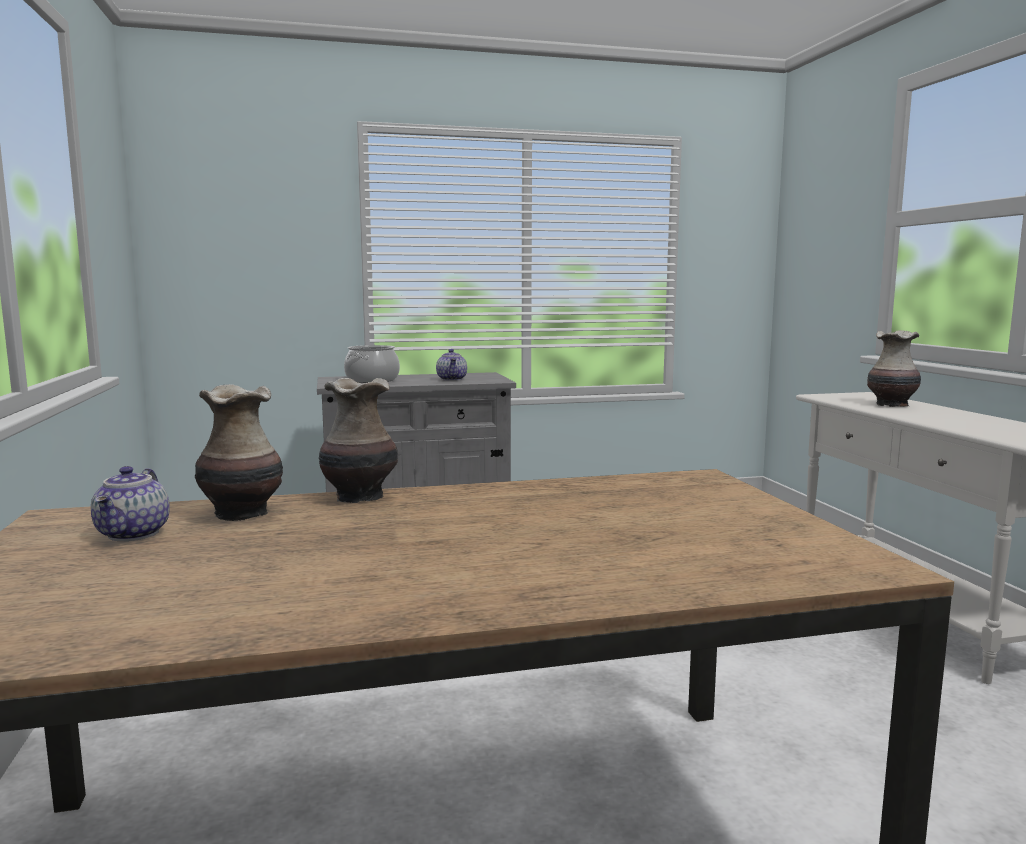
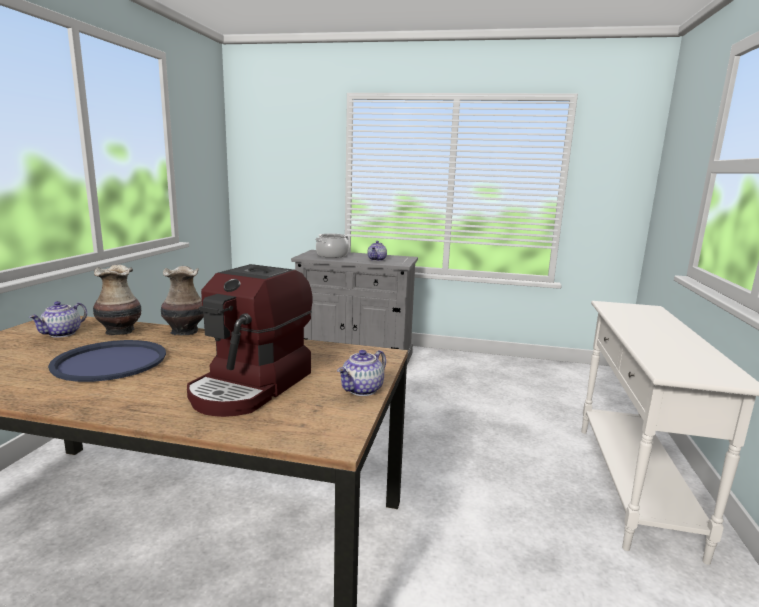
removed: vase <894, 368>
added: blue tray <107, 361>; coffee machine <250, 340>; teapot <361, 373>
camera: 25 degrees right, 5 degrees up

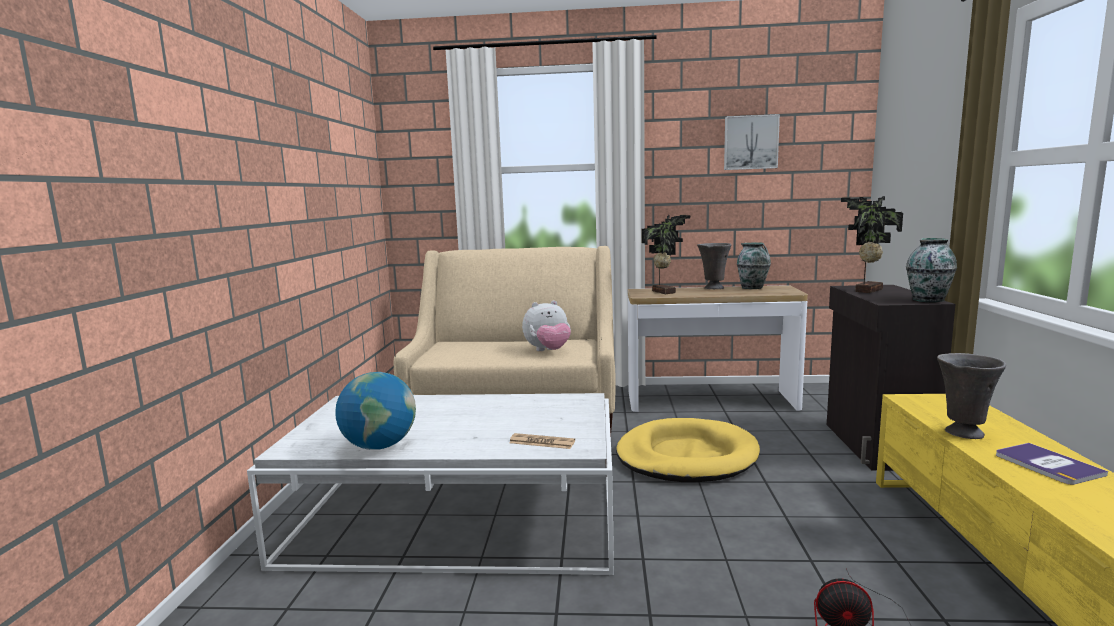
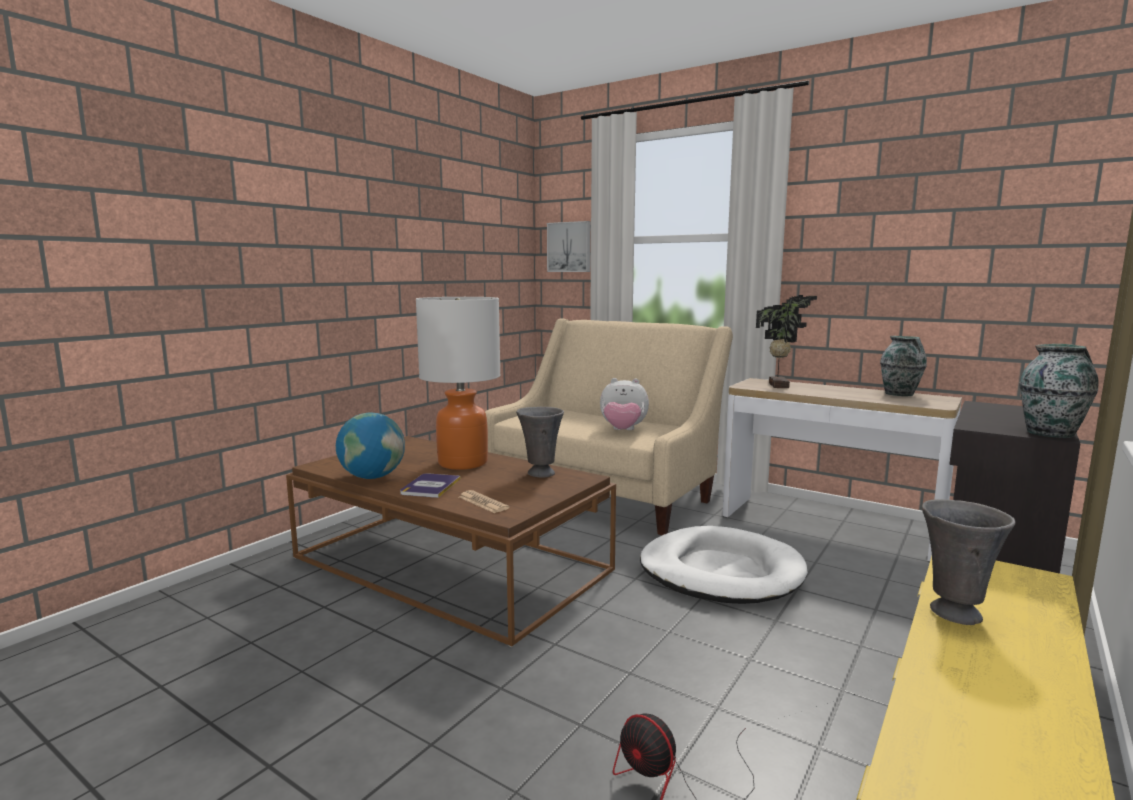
removed: potted plant <872, 244>
added: table lamp <458, 383>
moved: book <1052, 464> to <430, 485>; grey vase <714, 266> to <540, 442>; picture <752, 142> to <569, 246>
recoloured: white coffee table <430, 484> to brown coffee table <451, 541>; yellow dog bed <688, 450> to white dog bed <724, 565>
camera: 30 degrees right, 0 degrees up

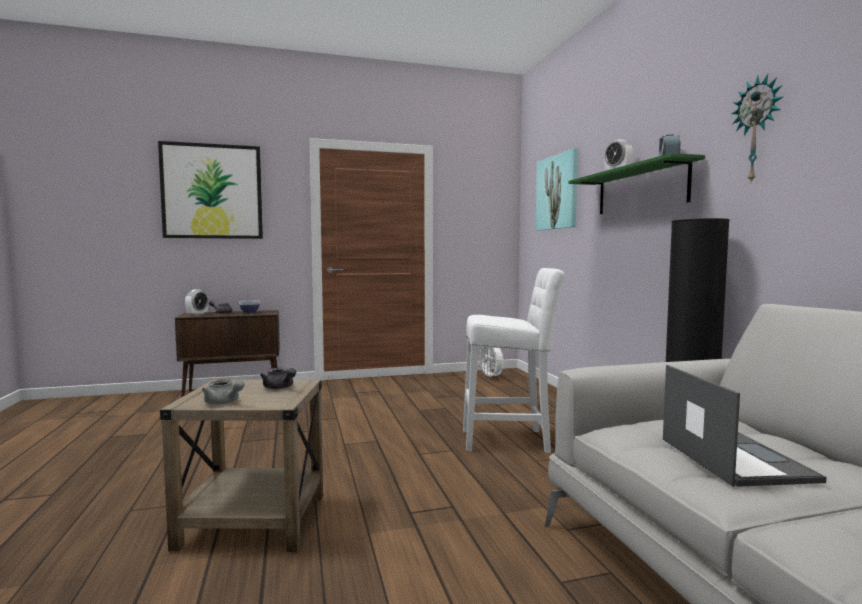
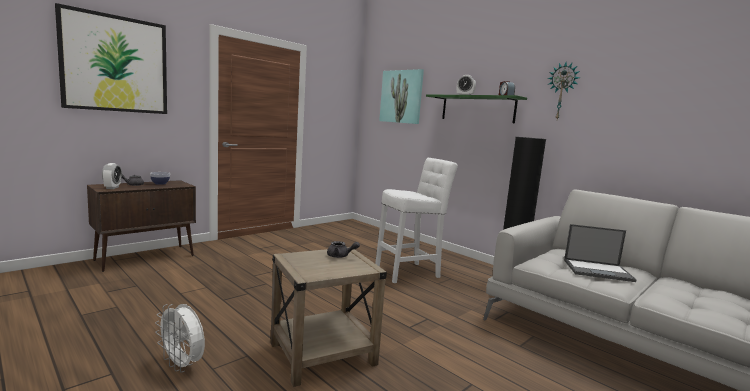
removed: grey teapot <223, 392>
moved: white fan <491, 362> to <180, 338>
turned: laptop <745, 426> = <600, 253> 135 degrees clockwise
camera: 30 degrees left, 5 degrees up

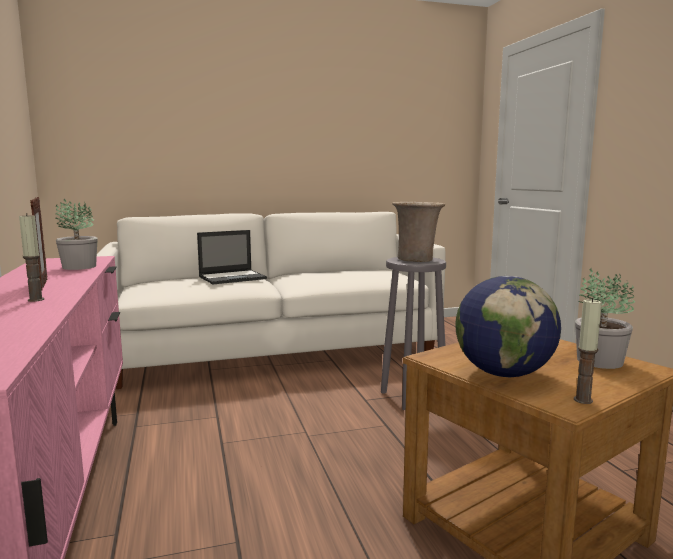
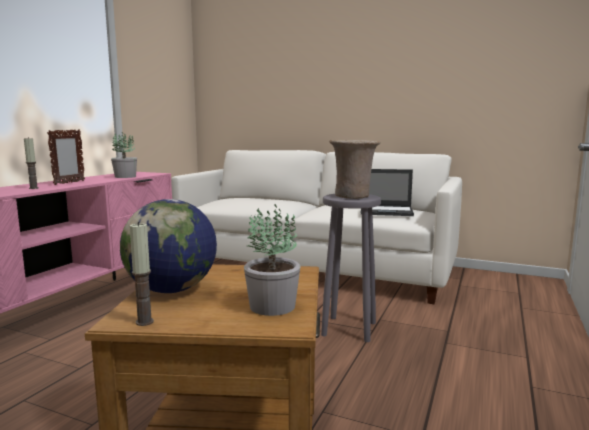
moved: laptop <232, 257> to <387, 192>
camera: 40 degrees right, 0 degrees up

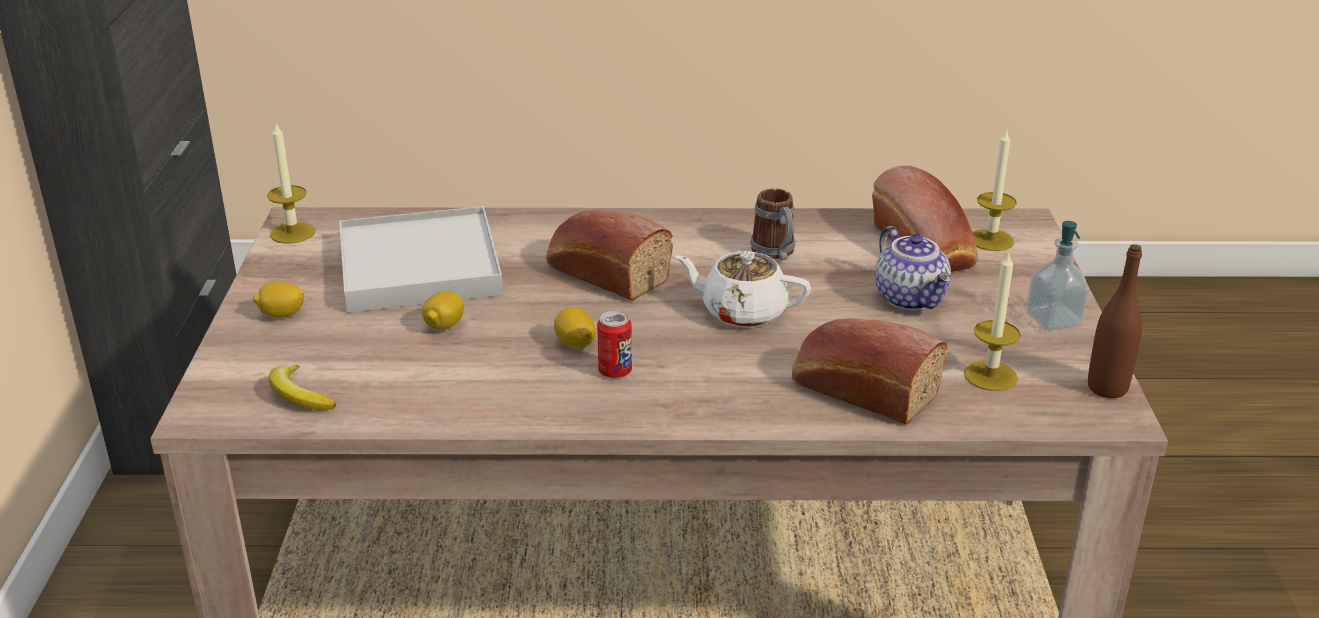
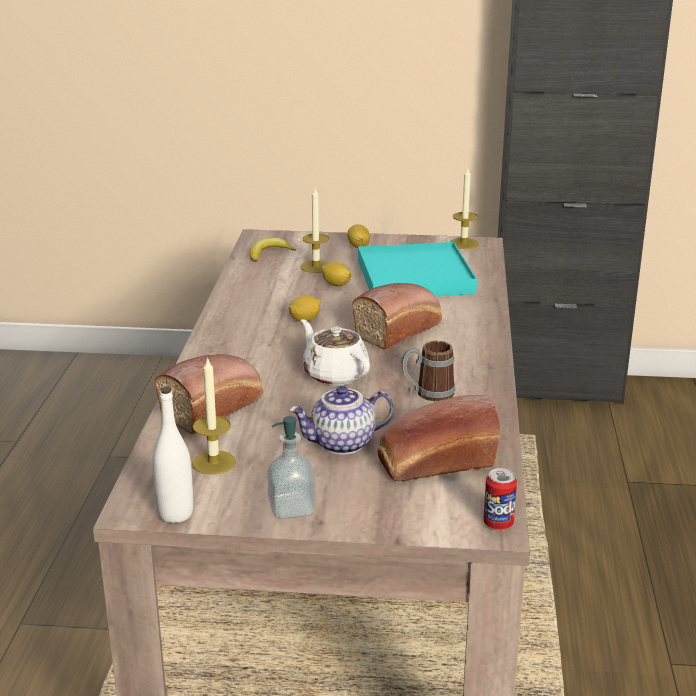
moved: candle <995, 190> to <315, 230>; can <614, 344> to <500, 499>
recoloured: brown bottle <1115, 321> to white bottle <172, 455>; white tray <421, 259> to turquoise tray <417, 269>
turned: white teapot <743, 289> = <335, 352> 60 degrees counterclockwise
camera: 95 degrees right, 5 degrees down

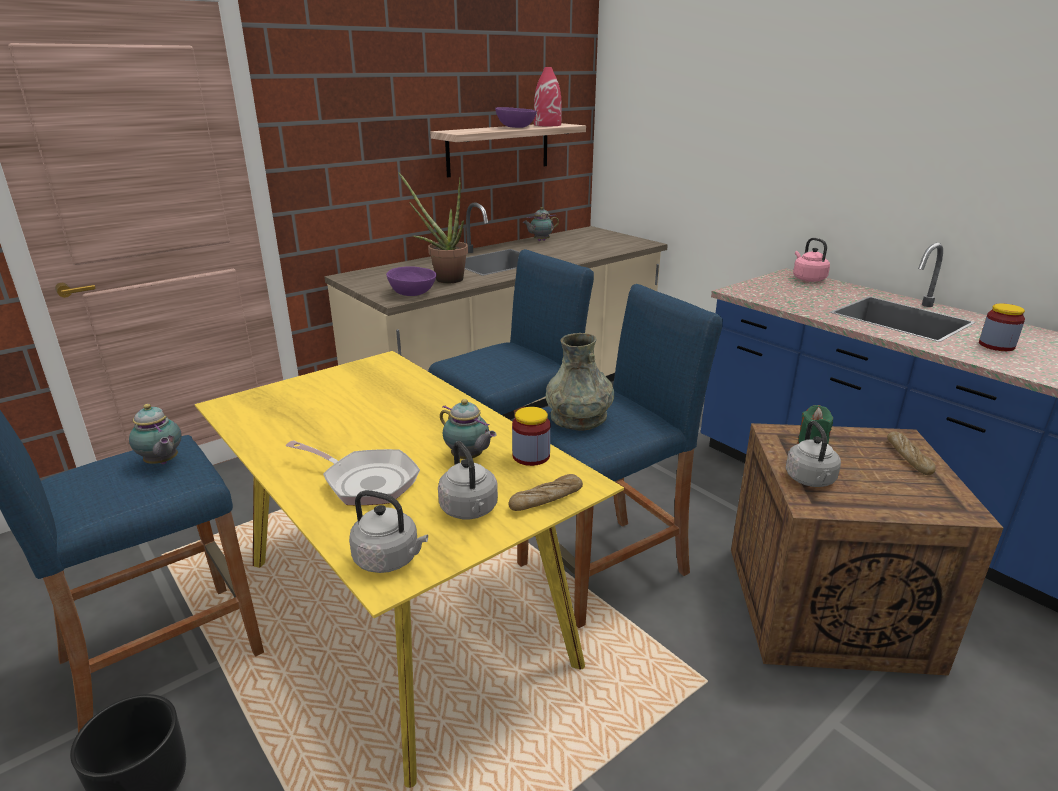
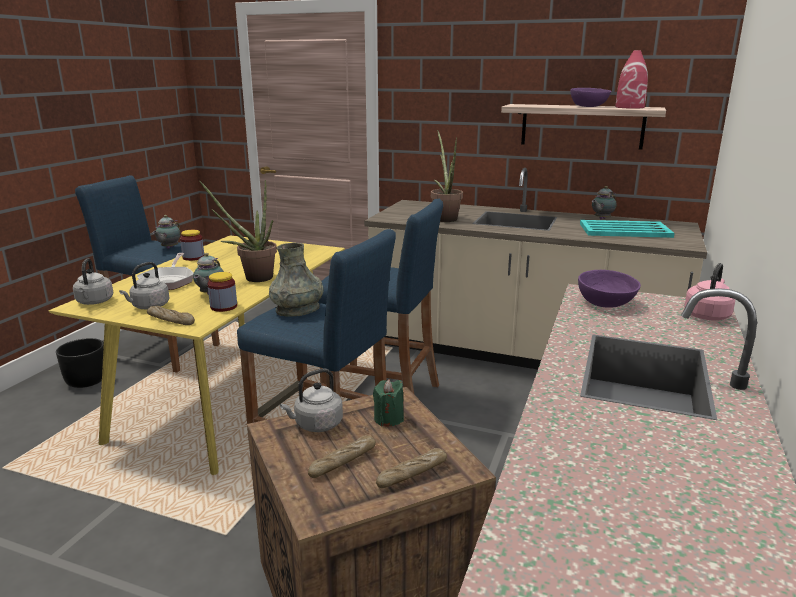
added: potted plant <238, 231>; bread <342, 456>; turquoise tray <627, 229>
moved: jar <1002, 327> to <192, 245>; purple bowl <411, 281> to <609, 289>
turned: teapot <541, 224> = <604, 202> 75 degrees counterclockwise
camera: 60 degrees right, 5 degrees down

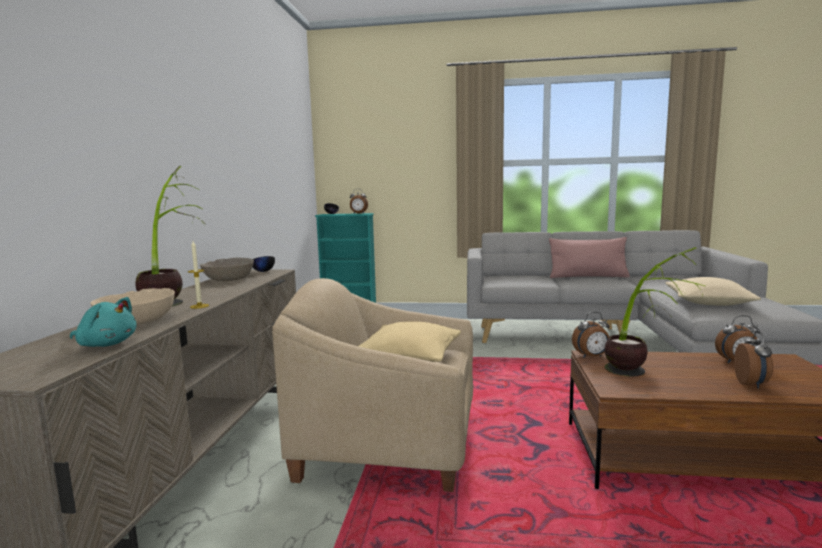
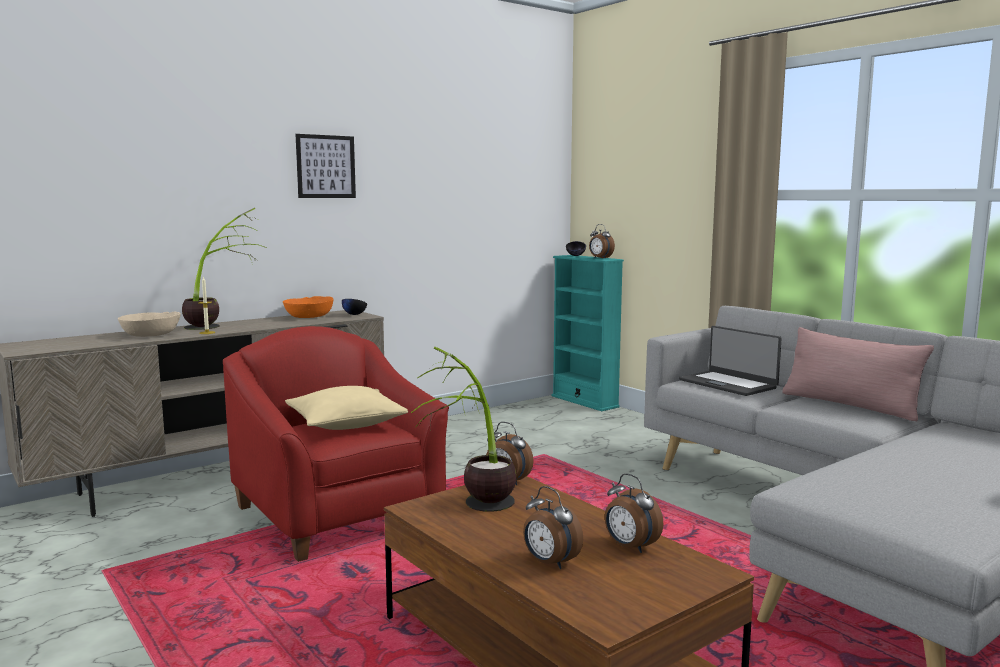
removed: turquoise plush toy <103, 322>; beige pillow <713, 291>
added: picture <325, 166>; laptop <730, 361>
recoloured: beige armchair <372, 385> to red armchair <336, 444>; grey bowl <227, 269> to orange bowl <308, 307>
turned: alarm clock <753, 359> = <553, 527> 75 degrees clockwise
camera: 45 degrees right, 0 degrees up

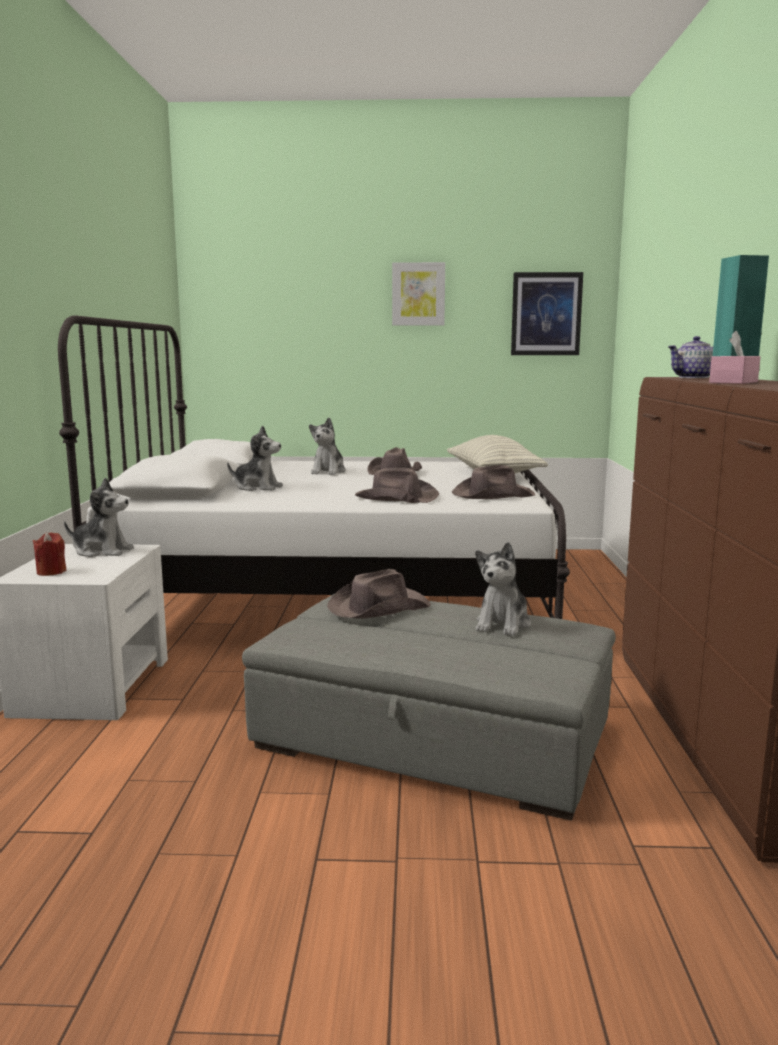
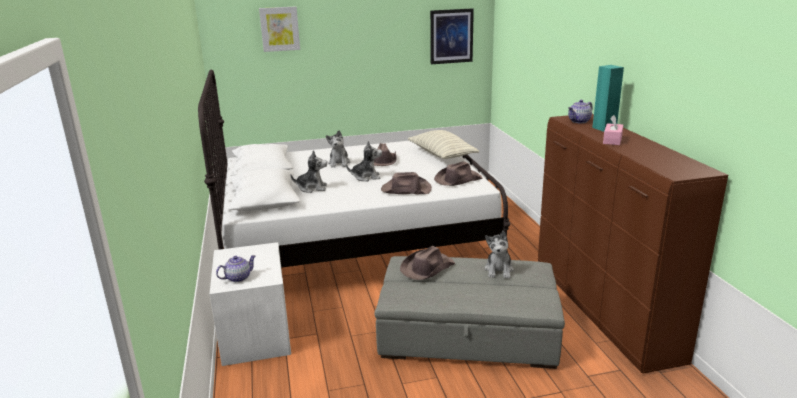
moved: picture <418, 294> to <279, 29>; plush toy <99, 517> to <364, 160>
replaced: red candle <49, 554> to teapot <236, 268>
camera: 15 degrees left, 10 degrees up

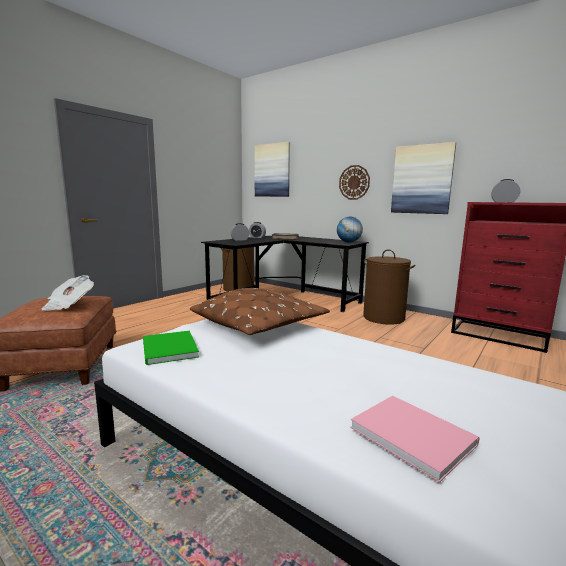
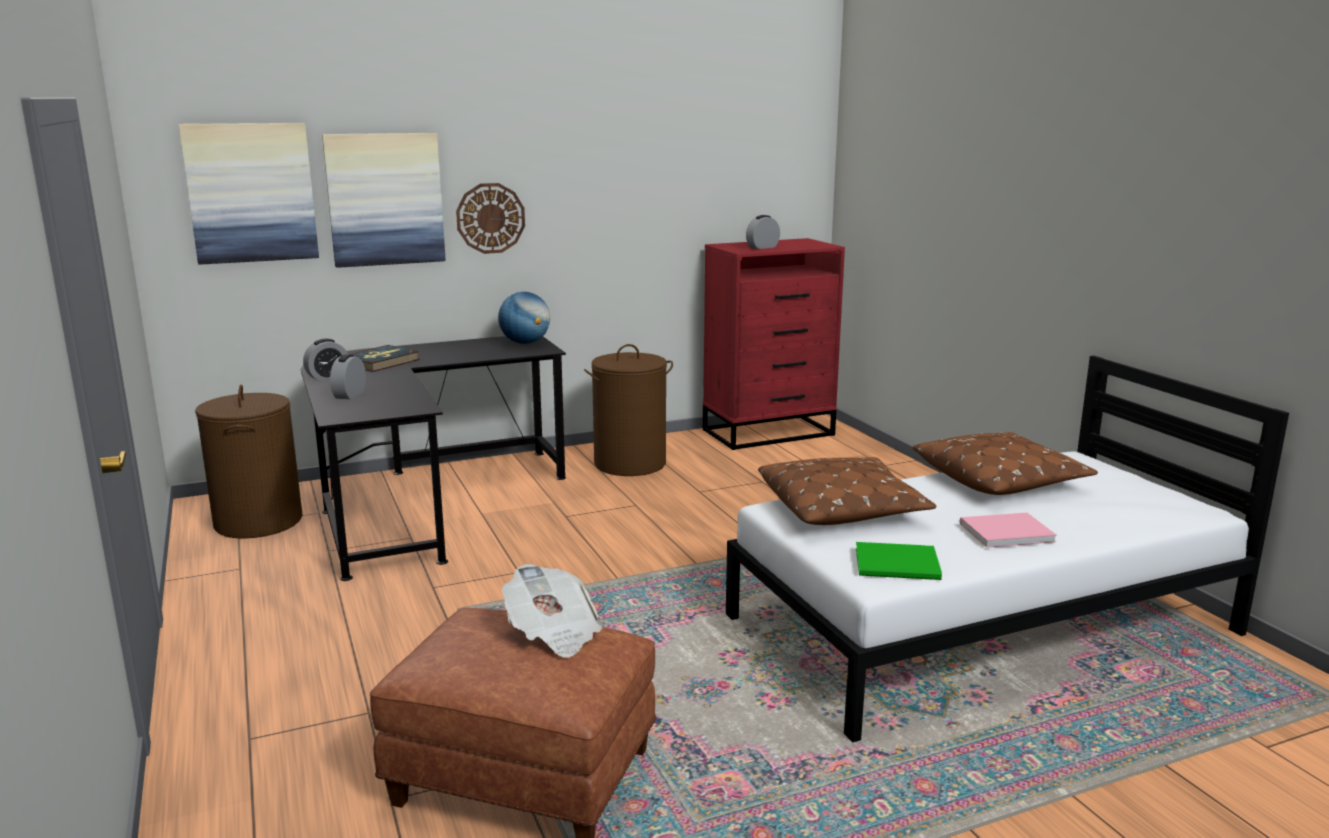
added: brown pillow <1005, 463>
moved: picture <423, 178> to <384, 200>; pink book <414, 439> to <1008, 530>
camera: 60 degrees left, 5 degrees up

